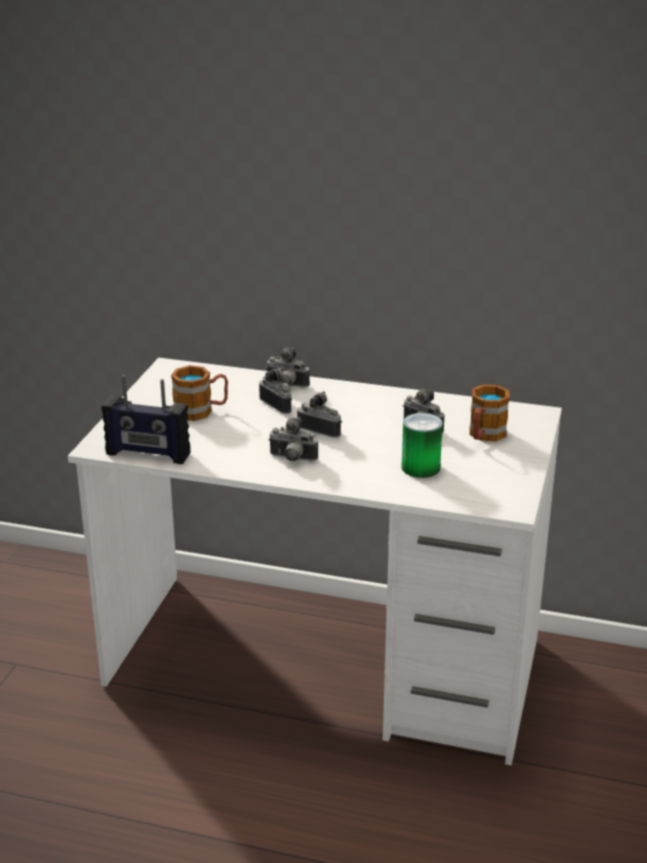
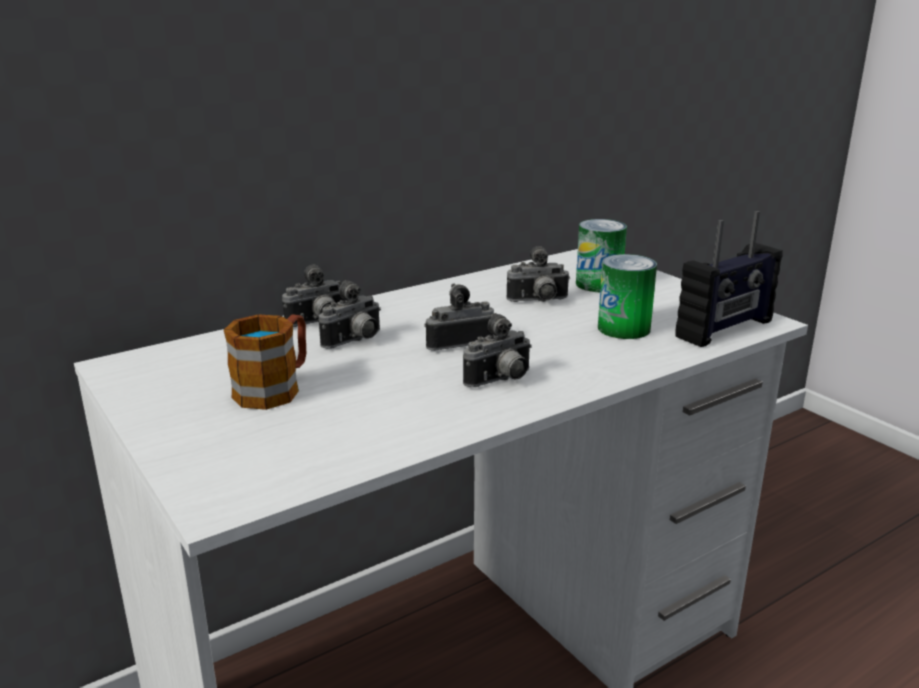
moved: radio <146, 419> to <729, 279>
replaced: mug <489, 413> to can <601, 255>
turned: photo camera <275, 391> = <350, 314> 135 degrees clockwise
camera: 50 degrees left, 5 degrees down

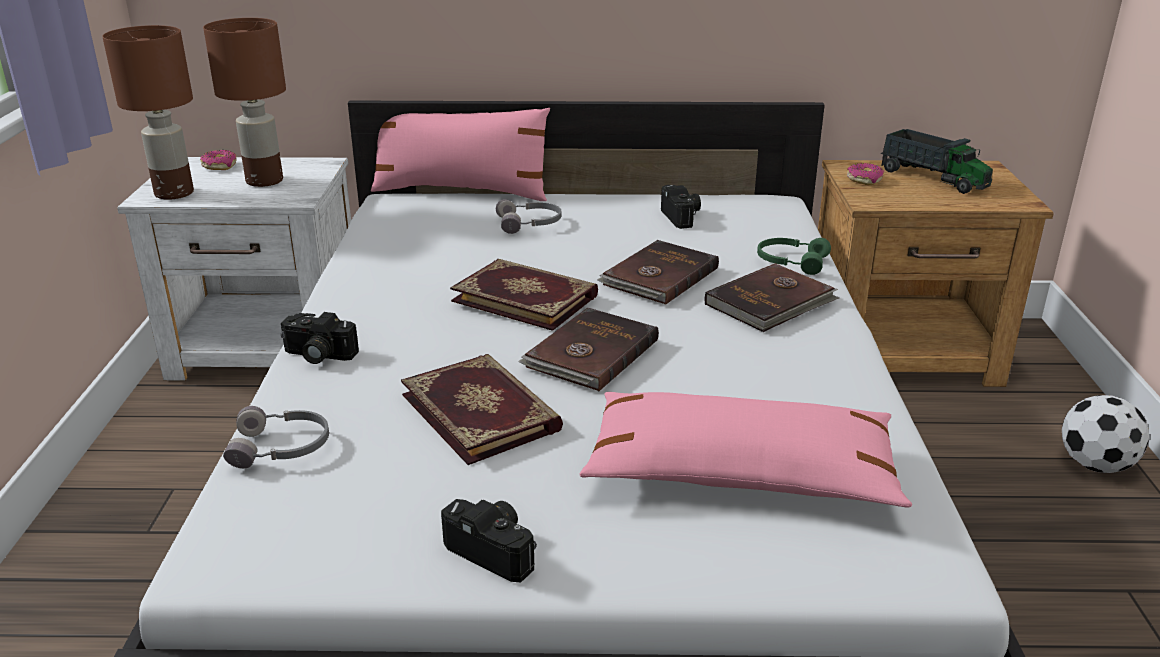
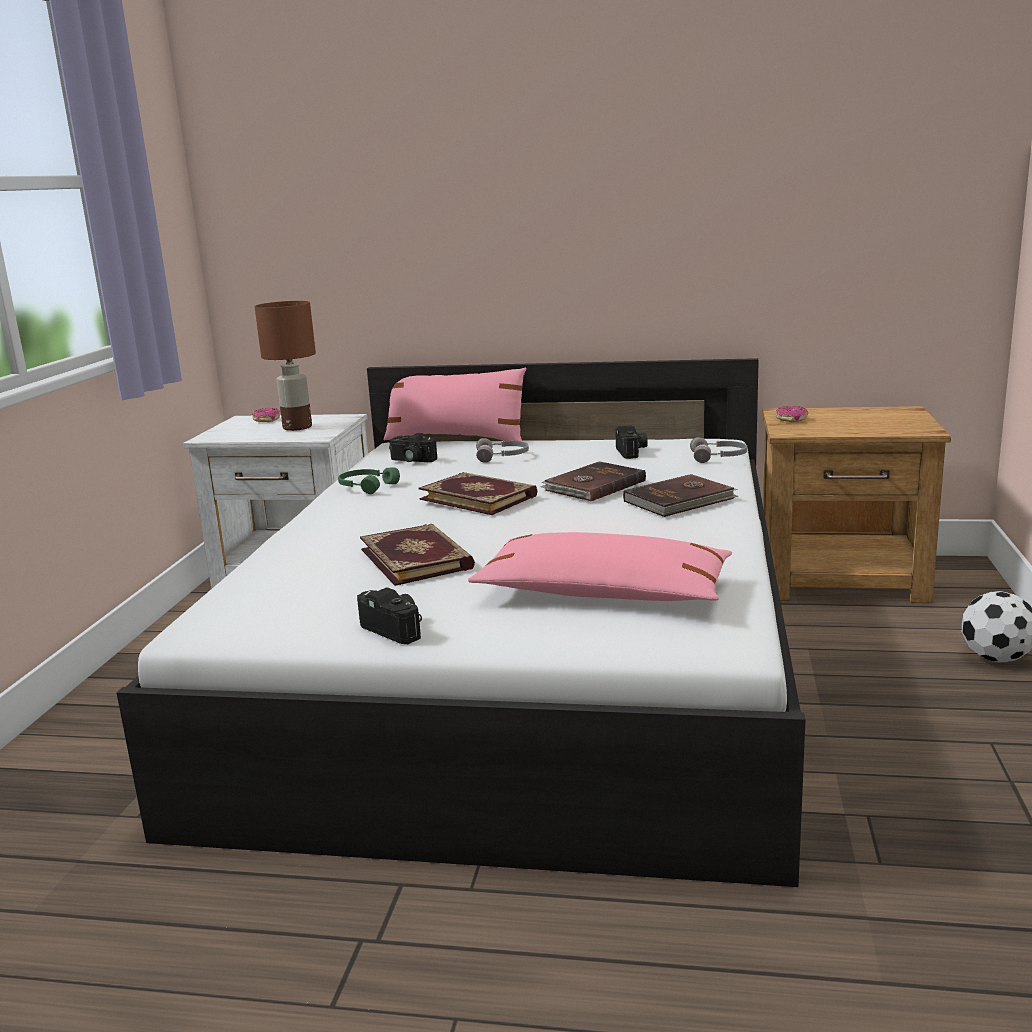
removed: brown table lamp <148, 112>; brown book <588, 349>; toy truck <936, 161>
moved: green headphones <794, 256> to <369, 480>; photo camera <320, 338> to <413, 447>; grey headphones <276, 437> to <718, 450>
camera: 10 degrees right, 10 degrees down

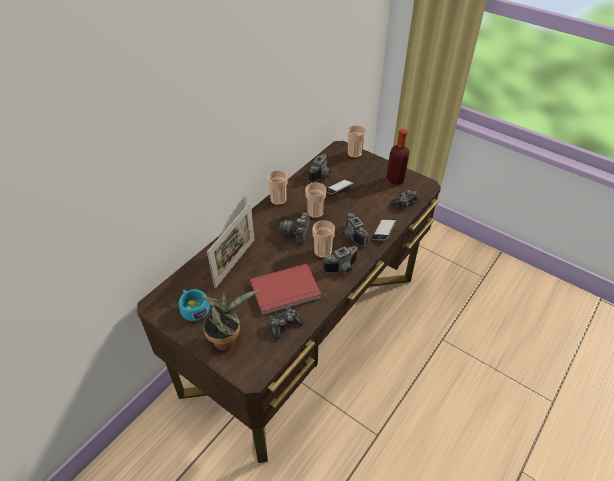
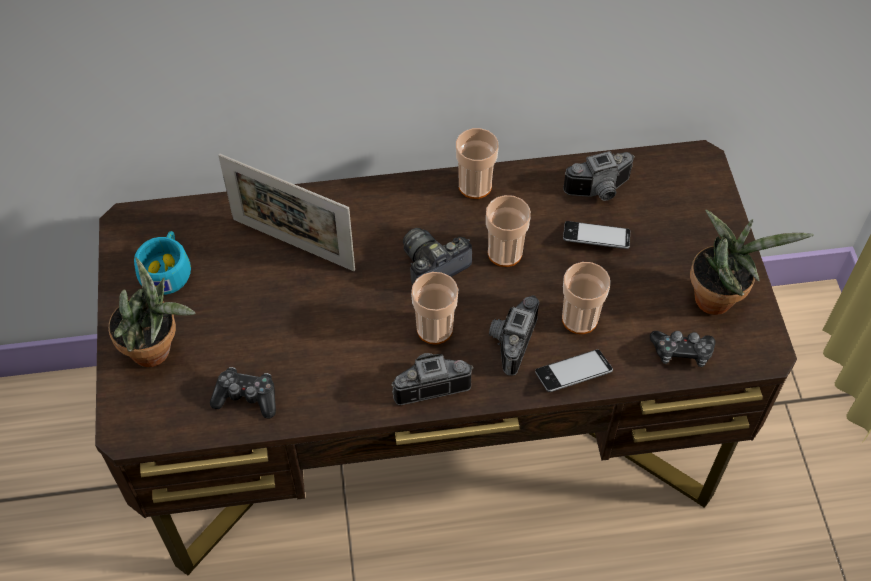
removed: red book <286, 290>
moved: cup <356, 141> to <586, 298>
replaced: bottle <397, 157> to potted plant <752, 262>
turned: picture frame <231, 246> = <286, 212> 45 degrees clockwise; photo camera <340, 259> = <432, 379> 150 degrees clockwise
camera: 45 degrees right, 10 degrees up

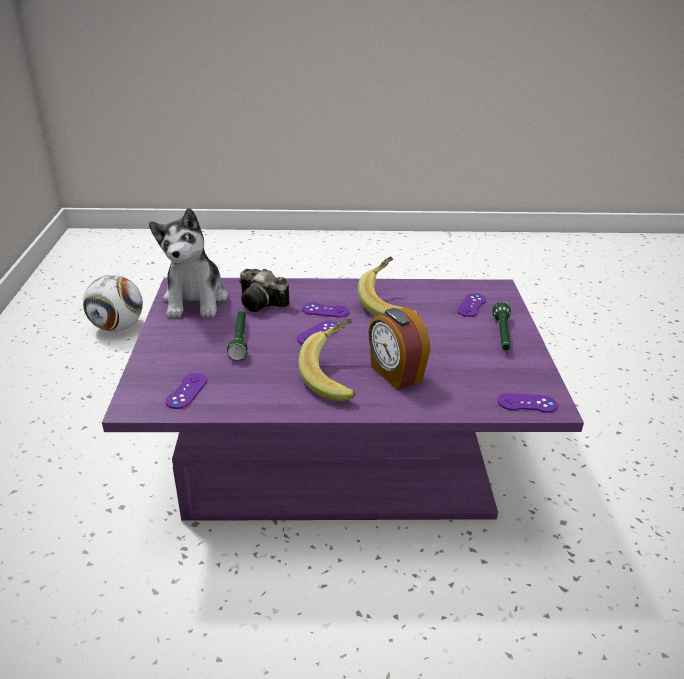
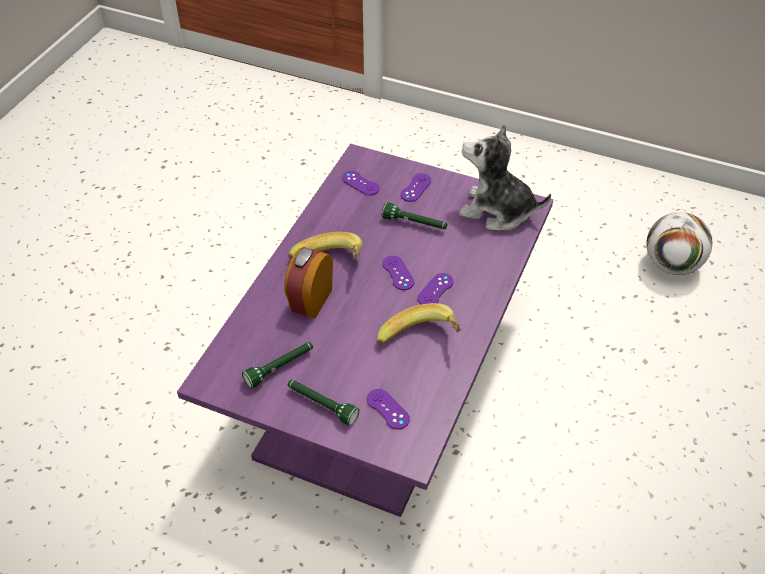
removed: photo camera <264, 290>
added: green flashlight <277, 365>
moved: purple game controller <528, 403> to <415, 187>
turned: alarm clock <399, 348> = <308, 283> 60 degrees counterclockwise
camera: 115 degrees right, 15 degrees up

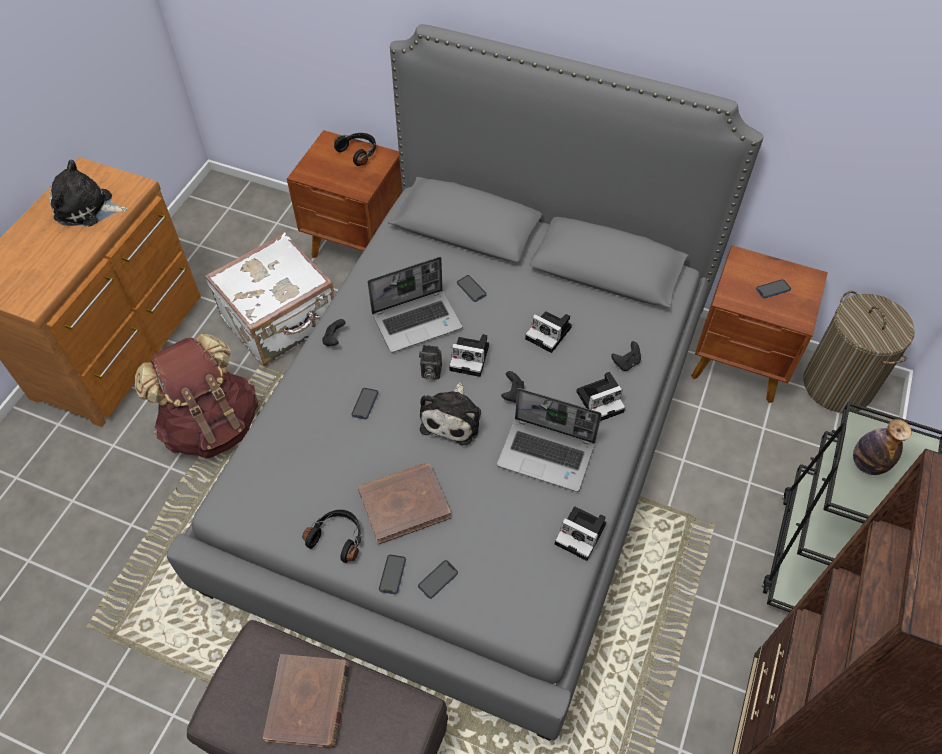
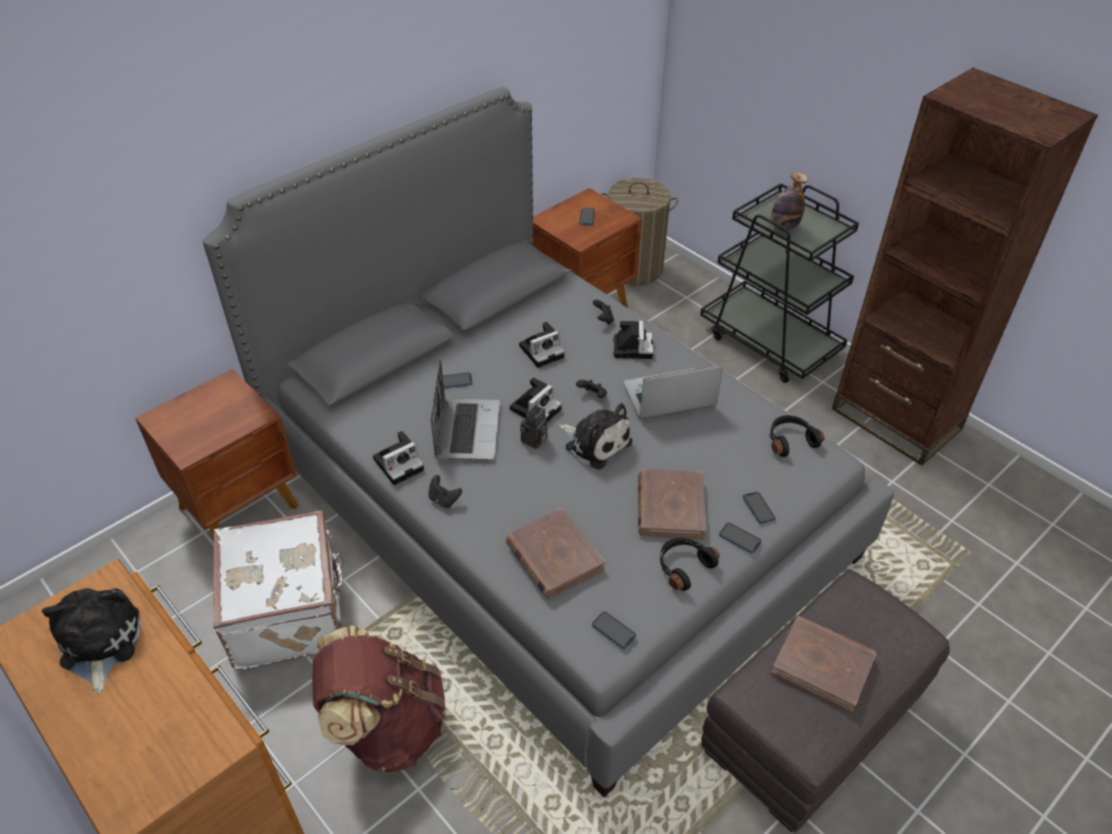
added: brown book <555, 553>
moved: photo camera <580, 534> to <398, 458>; phone <364, 404> to <614, 630>; black headphones <355, 149> to <796, 436>
turned: plush toy <88, 193> = <91, 641> 135 degrees clockwise; laptop <549, 440> = <673, 392> 150 degrees counterclockwise
camera: 65 degrees left, 10 degrees down

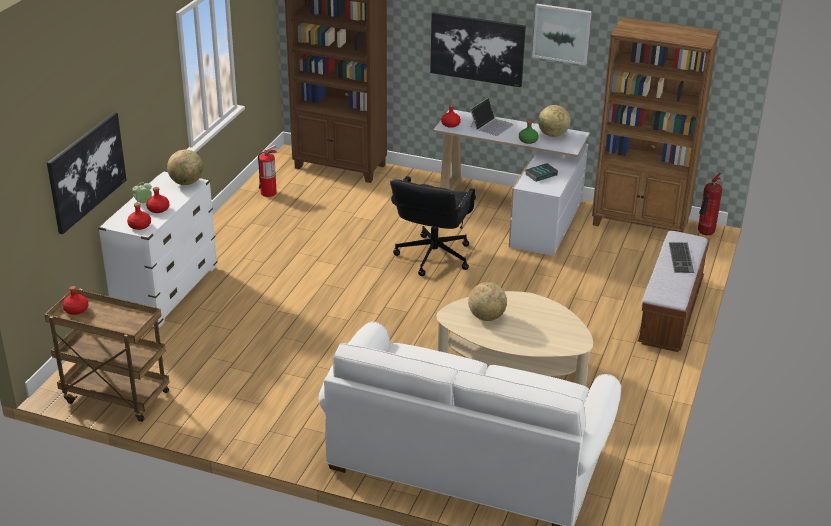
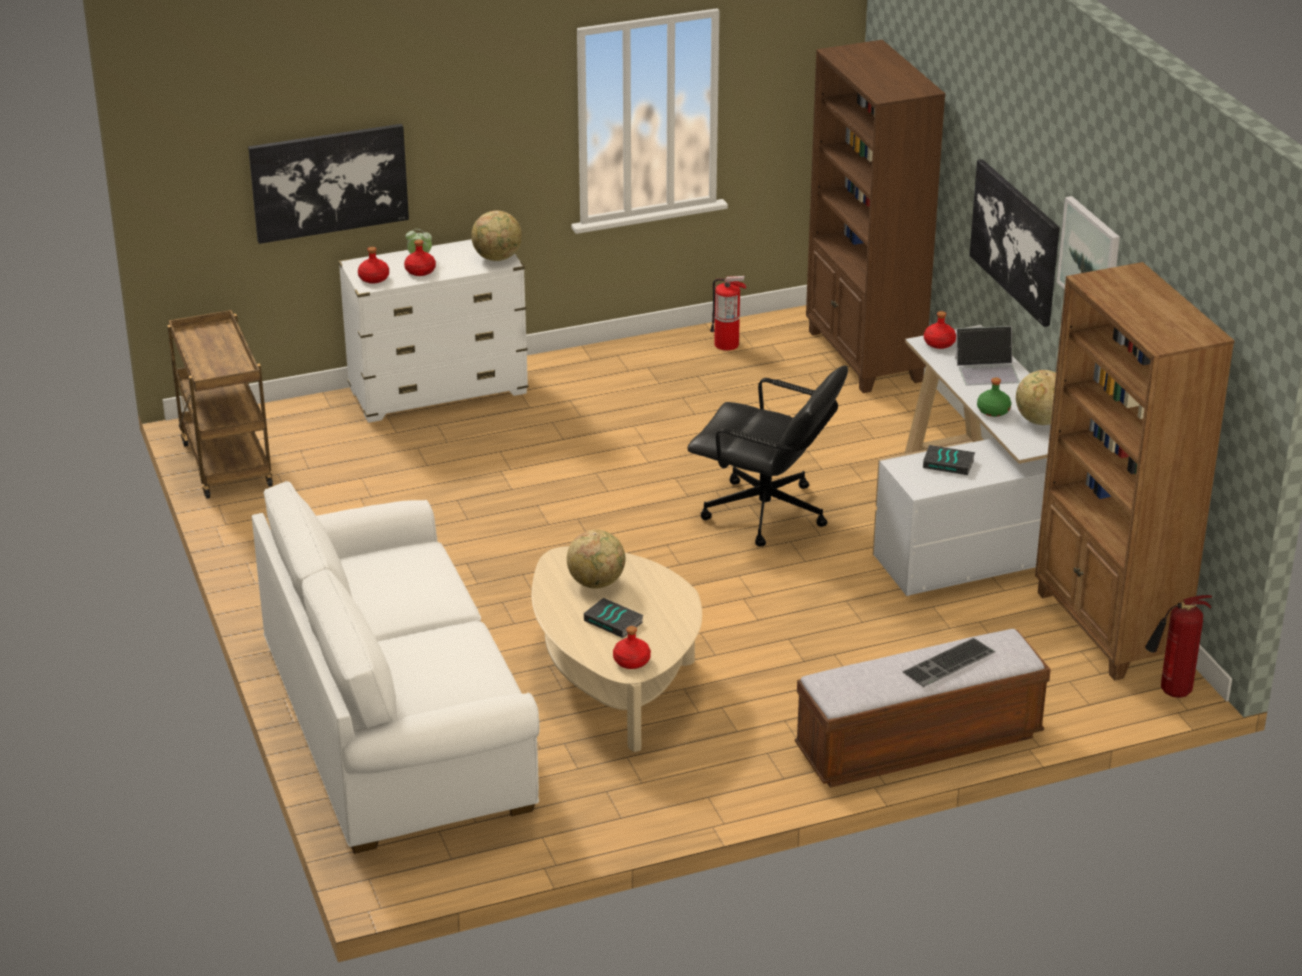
added: book <613, 618>
moved: red bottle <75, 300> to <632, 647>
turned: black office chair <433, 226> = <767, 456> 135 degrees counterclockwise
camera: 50 degrees right, 0 degrees up

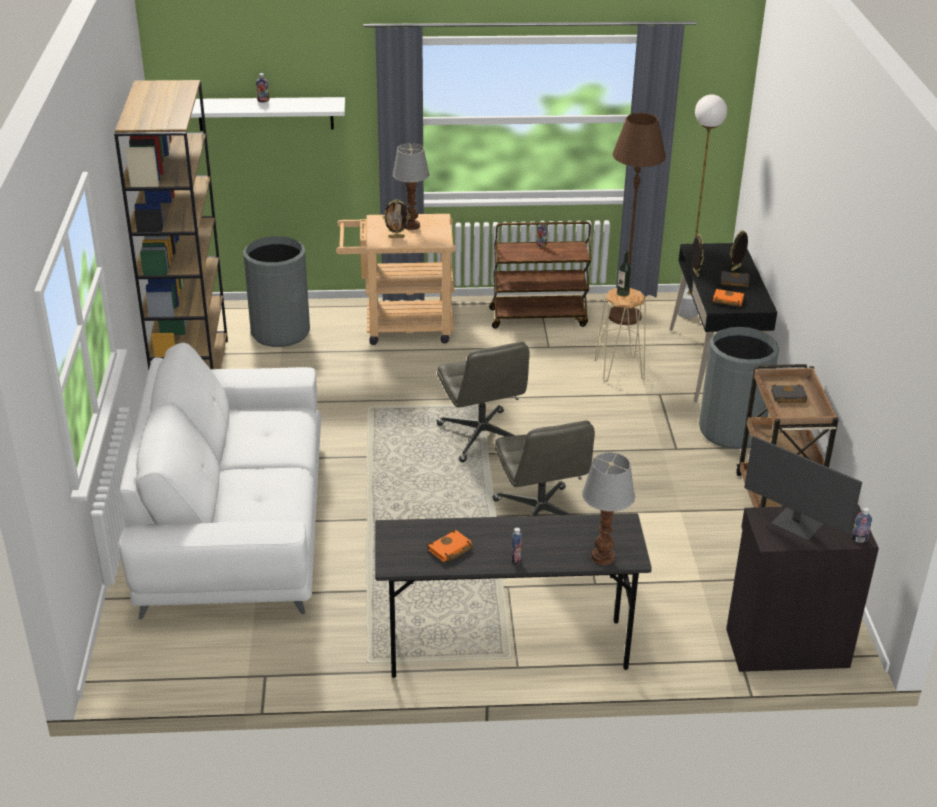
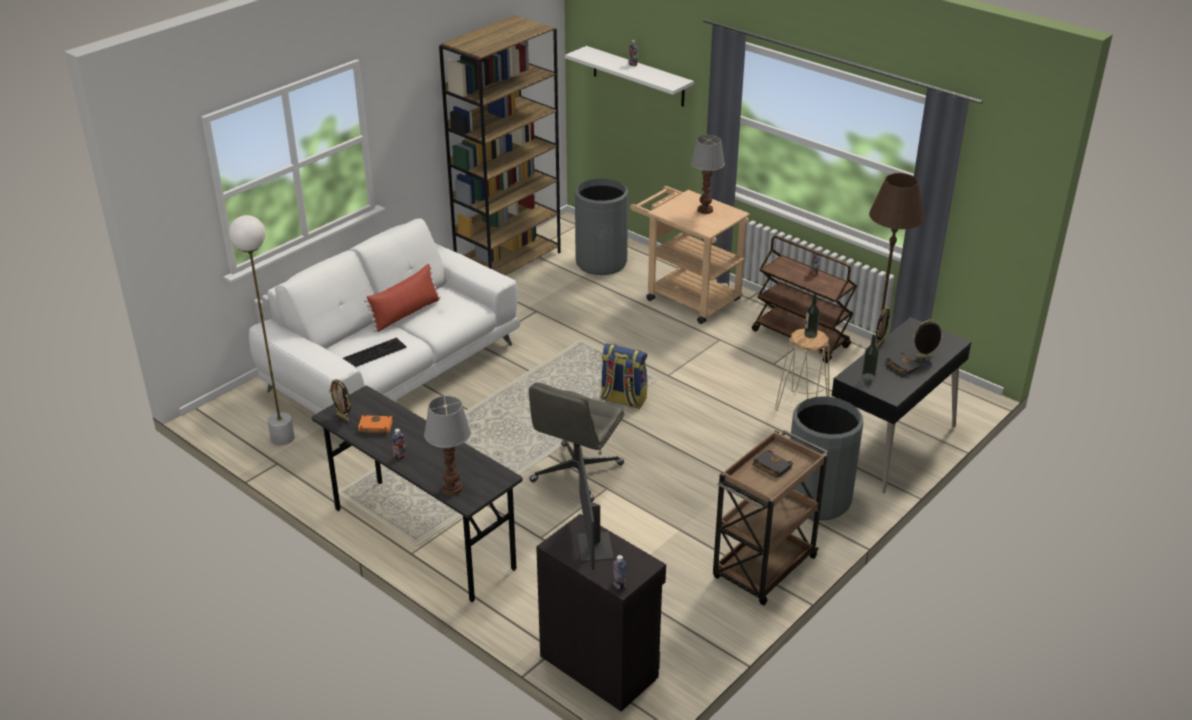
added: keyboard <375, 352>; red pillow <402, 298>
moved: white floor lamp <702, 207> to <262, 330>; picture frame <396, 218> to <340, 400>
replaced: grey office chair <483, 402> to backpack <624, 376>; orange book <728, 297> to bottle <870, 357>
camera: 45 degrees right, 0 degrees up

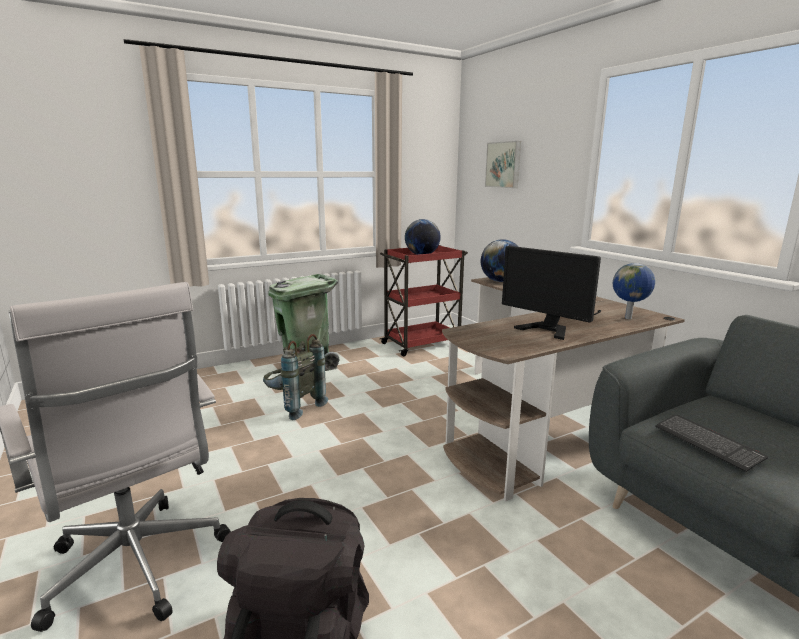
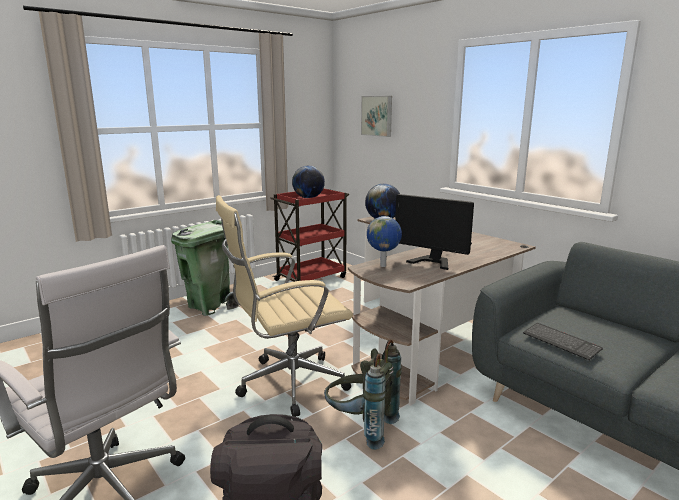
added: beige office chair <284, 306>
moved: grey backpack <295, 377> to <363, 395>; globe <634, 291> to <384, 241>
camera: 10 degrees left, 0 degrees up

